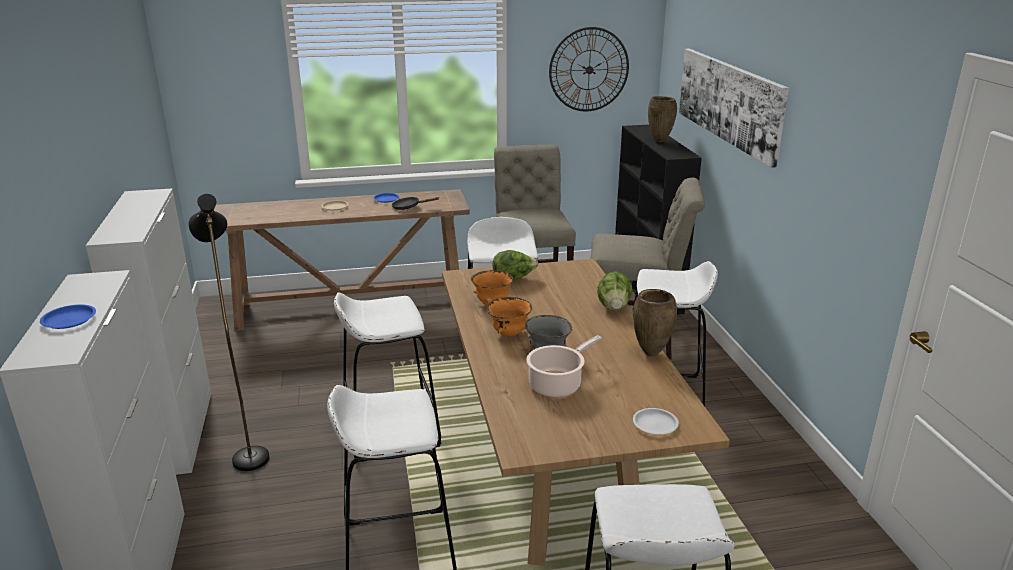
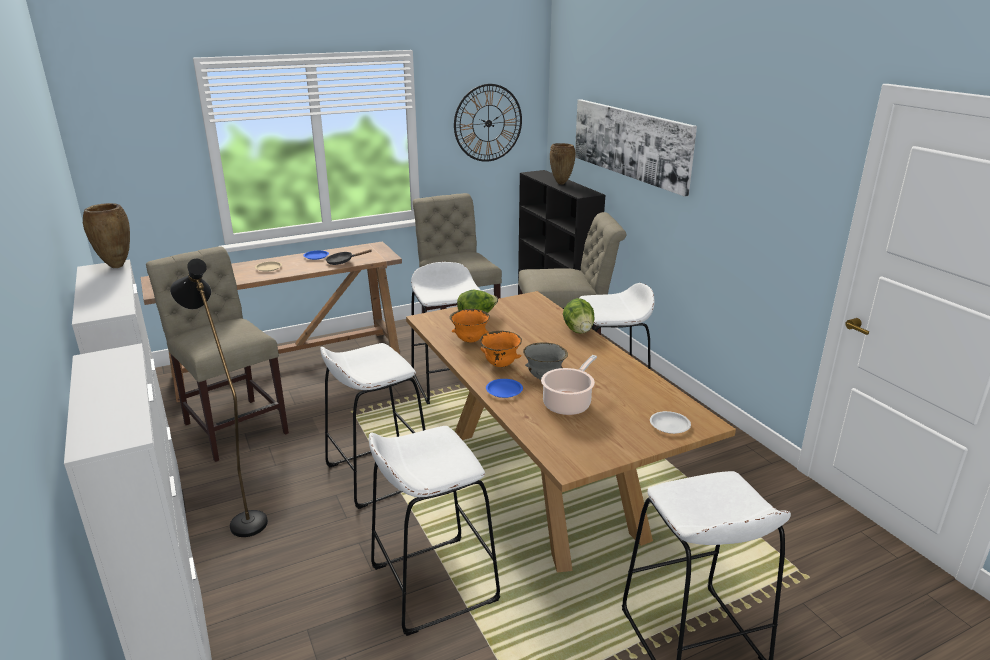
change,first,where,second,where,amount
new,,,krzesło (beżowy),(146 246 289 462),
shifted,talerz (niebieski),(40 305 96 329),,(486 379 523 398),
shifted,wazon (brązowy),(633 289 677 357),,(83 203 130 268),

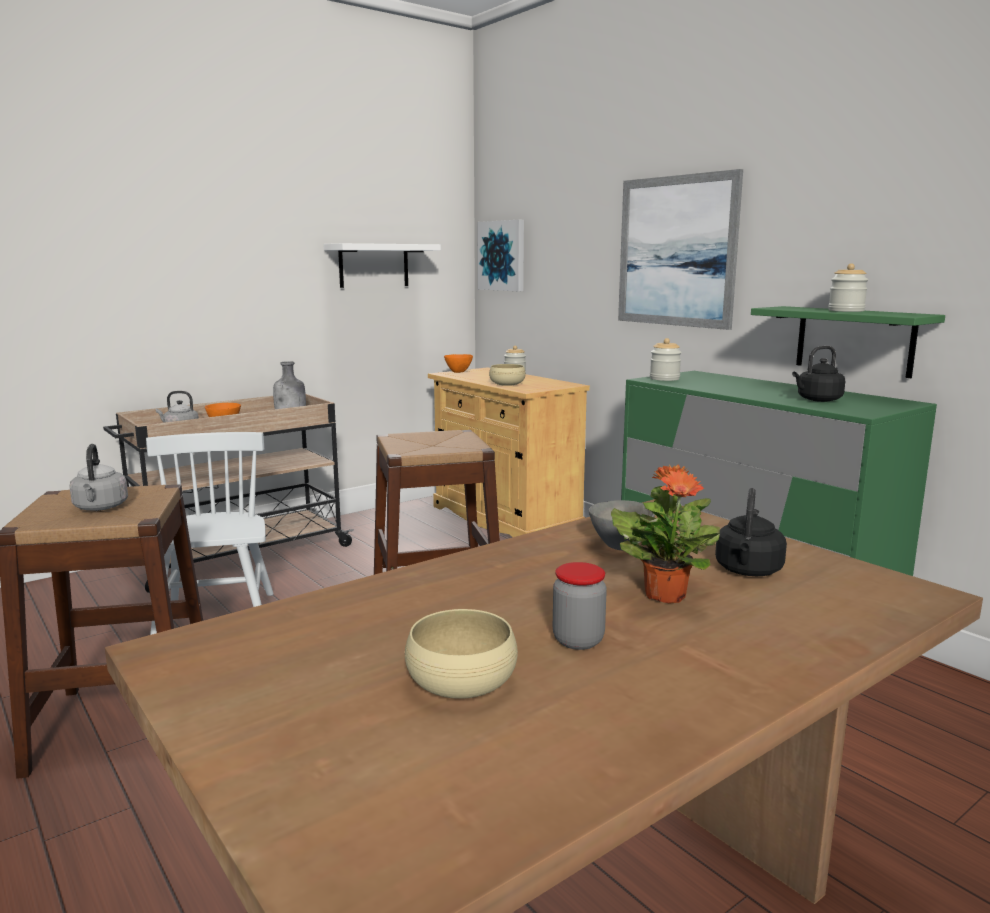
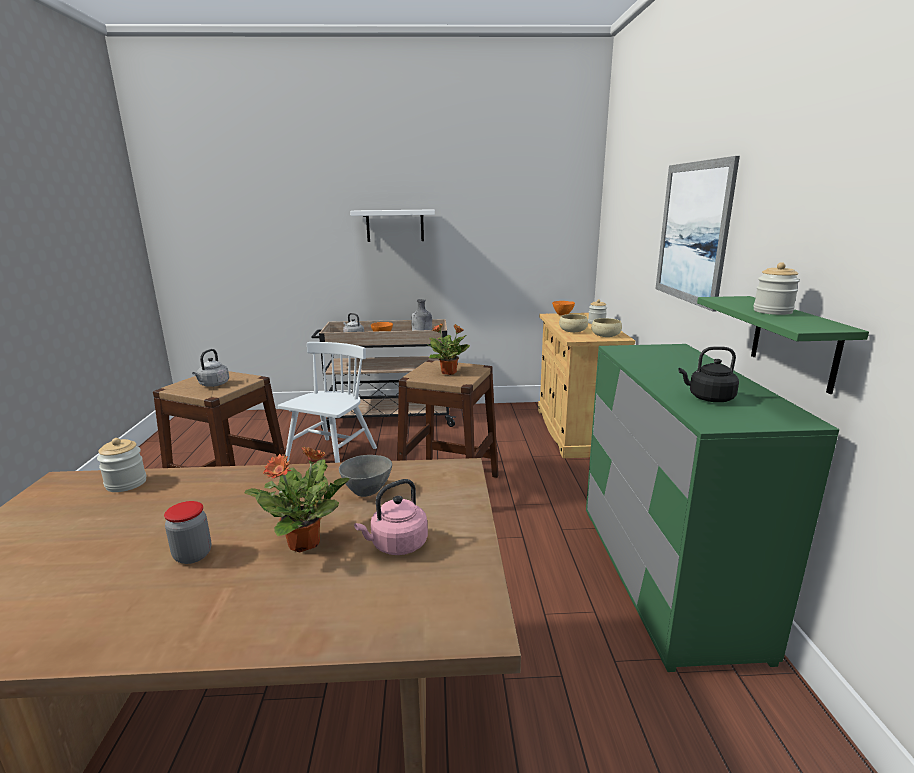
change,first,where,second,where,amount
gone,obraz,(477 220 524 291),,,
new,,,roślina doniczkowa,(427 323 470 375),
shifted,półka (biały),(323 243 441 288),,(350 209 435 242),
shifted,miska (beżowy),(405 609 518 699),,(591 318 622 337),
shifted,słoik,(650 338 682 381),,(97 438 146 492),
repainted,czajnik (czarny),(715 488 787 576),czajnik (różowy),(354 479 428 555),

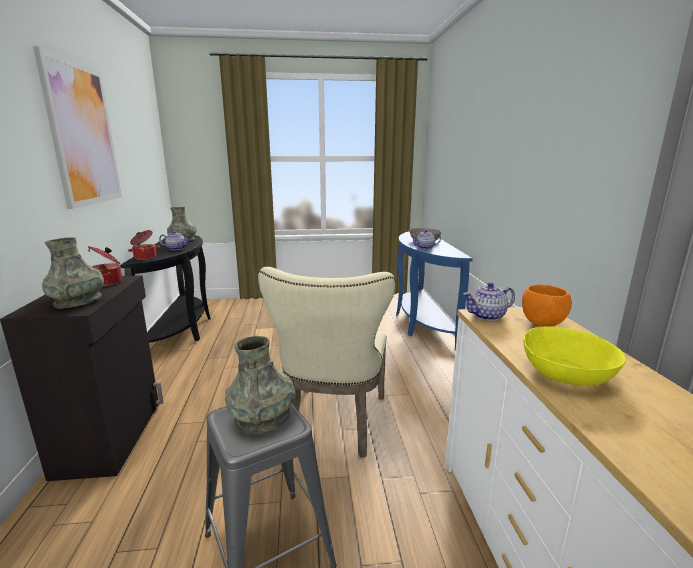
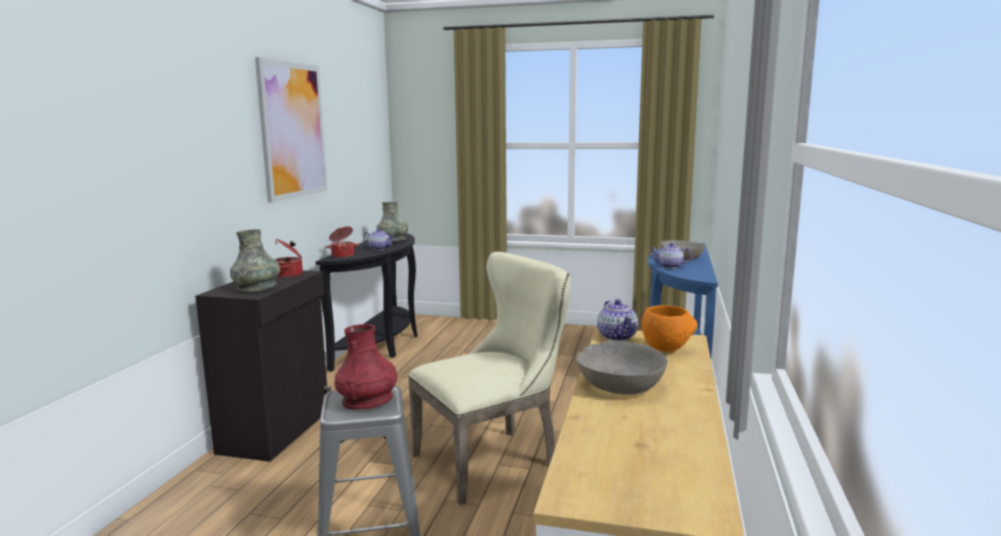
change,first,where,second,where,amount
repainted,wazon (szary),(225 336 296 434),wazon (czerwony),(334 324 397 409),
repainted,miska (żółty),(524 326 626 386),miska (szary),(577 341 668 395),
rotated,krzesło (beżowy),(258 267 395 458),,(408 252 571 505),150 degrees counterclockwise
rotated,imbryk,(463 282 515 321),,(597 299 638 341),105 degrees counterclockwise

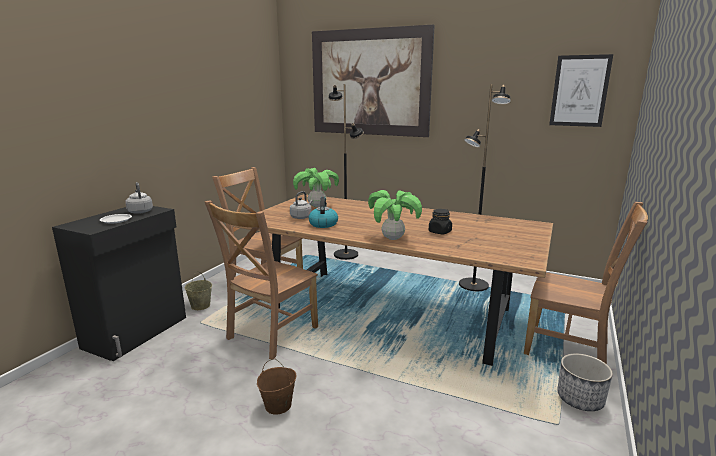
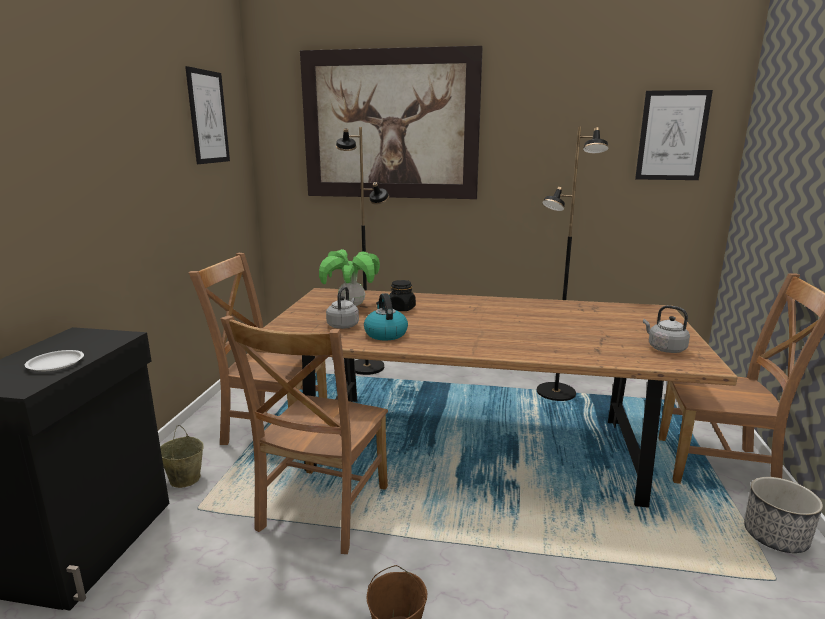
change,first,where,second,where,amount
gone,roślina doniczkowa,(368 190 422 240),,,
new,,,obraz,(185 66 230 164),
shifted,czajnik (szary),(125 182 153 214),,(643 305 690 353),
shifted,słoik (czarny),(429 209 452 234),,(389 280 416 311),

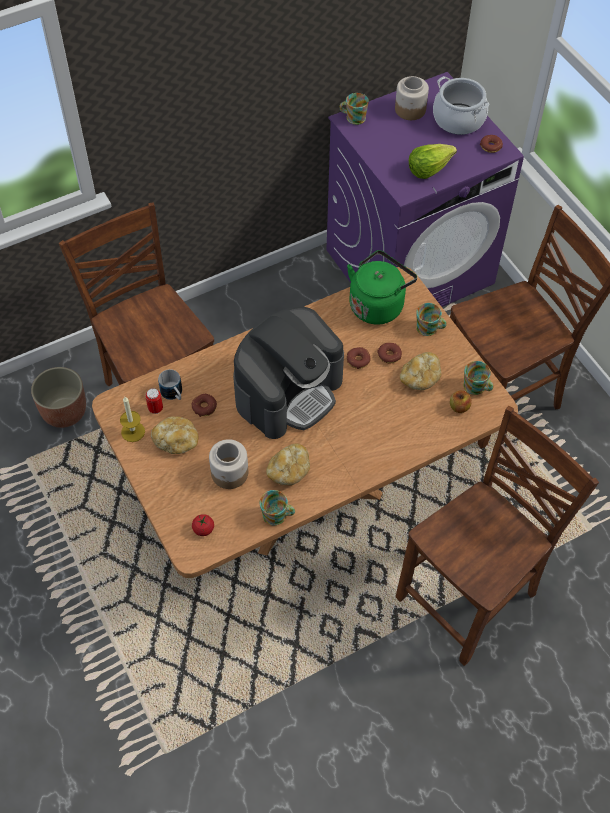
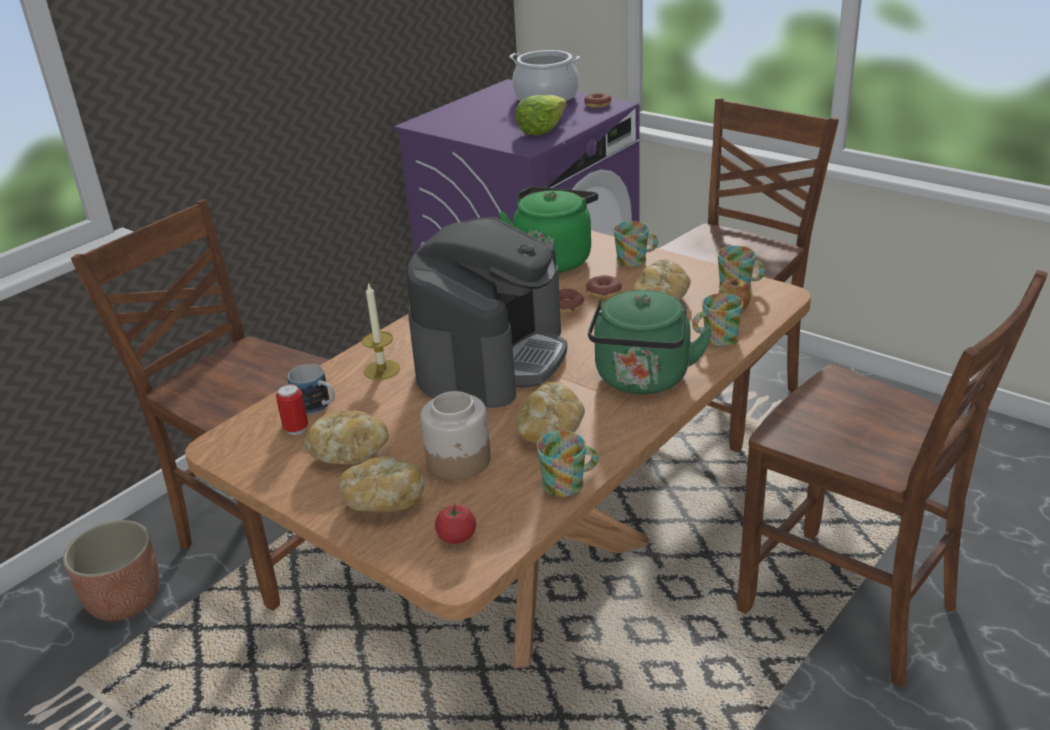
change,first,where,second,where,amount
gone,donut,(192 394 217 417),,,
gone,słoik,(395 76 429 120),,,
new,,,chleb,(339 456 424 513),
new,,,czajnik (zielony),(588 290 713 394),
shifted,świeca,(120 397 145 442),,(362 282 400 380),
shifted,kubek,(339 93 369 125),,(692 293 743 346),
rotated,krzesło (brązowy),(396 406 599 666),,(737 270 1048 688),105 degrees clockwise

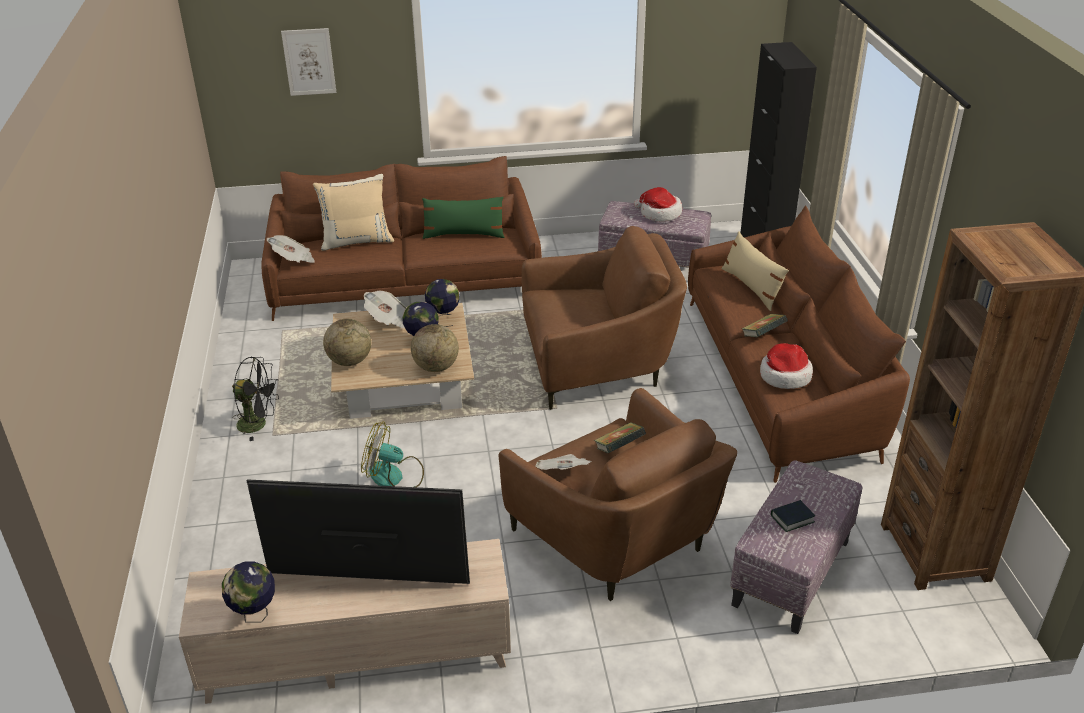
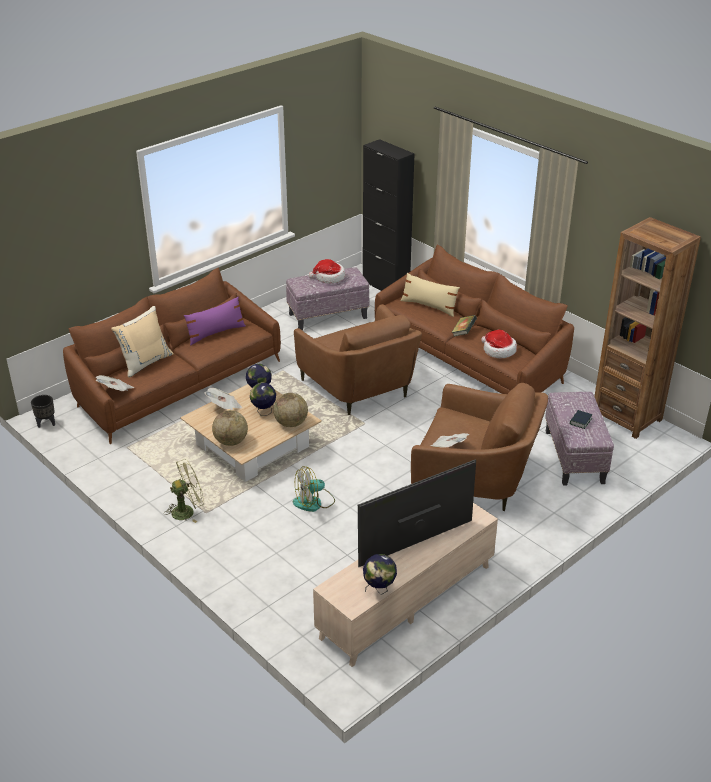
change,first,where,second,where,amount
gone,obraz,(281 28 336 96),,,
gone,książka,(594 422 646 454),,,
new,,,donica (czarny),(31 395 55 428),
repainted,wentylator (czarny),(232 357 279 441),wentylator (zielony),(164 459 204 523),
repainted,poduszka (zielony),(422 197 505 239),poduszka (fioletowy),(184 297 246 345),
rotated,fotel (brązowy),(522 226 687 410),,(294 304 422 415),105 degrees clockwise

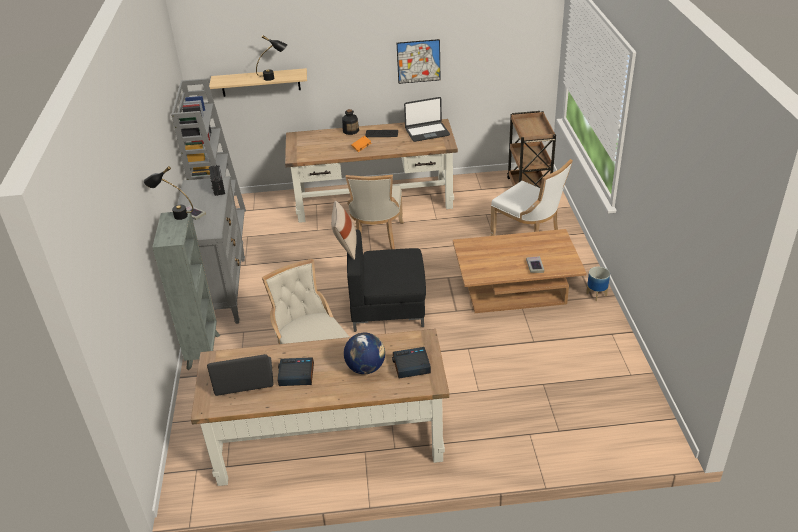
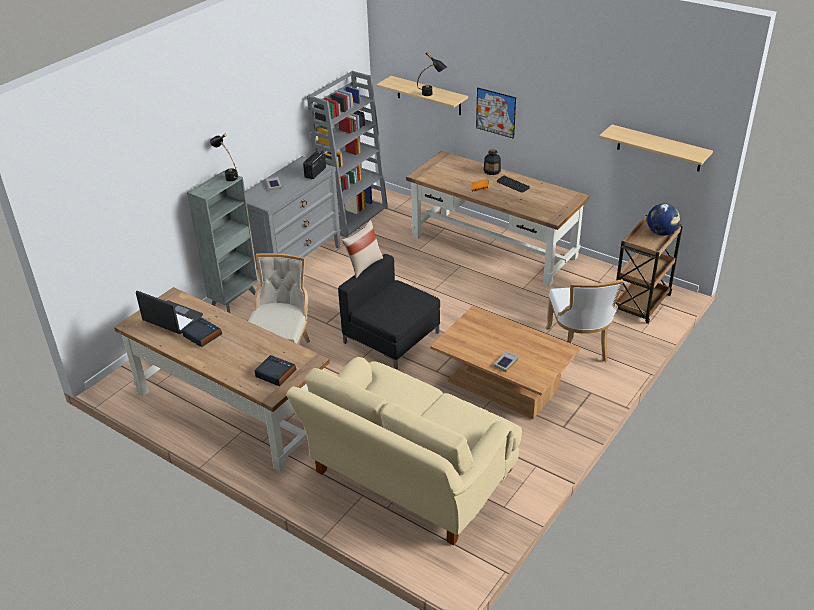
change,first,where,second,where,amount
gone,krzesło (beżowy),(346 175 404 249),,,
gone,laptop,(404 97 450 142),,,
gone,donica,(586 267 610 301),,,
new,,,kanapa (beżowy),(286 357 522 546),
new,,,półka,(599 125 713 171),
shifted,globus,(344 333 385 374),,(647 204 680 236),
shifted,obraz,(397 39 440 84),,(476 88 516 139),

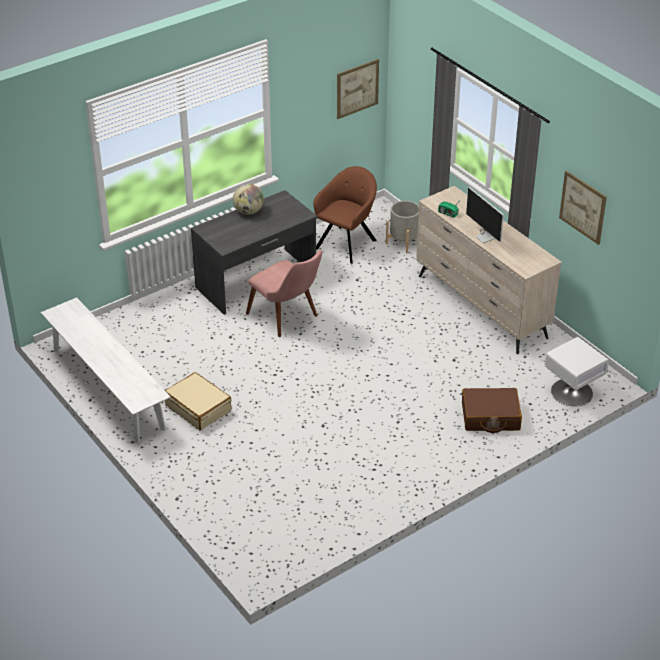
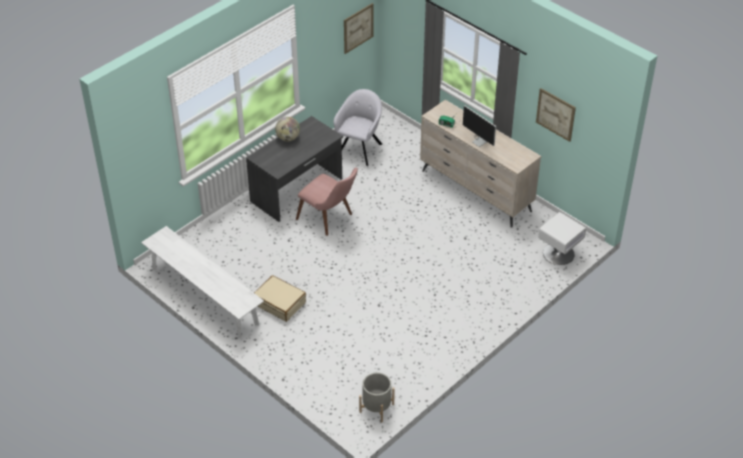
change,first,where,second,where,amount
gone,walizka (brązowy),(462 388 522 433),,,
shifted,donica (szary),(386 201 419 253),,(359 372 395 422),
repainted,fotel (brązowy),(313 166 377 264),fotel (szary),(334 89 382 166),

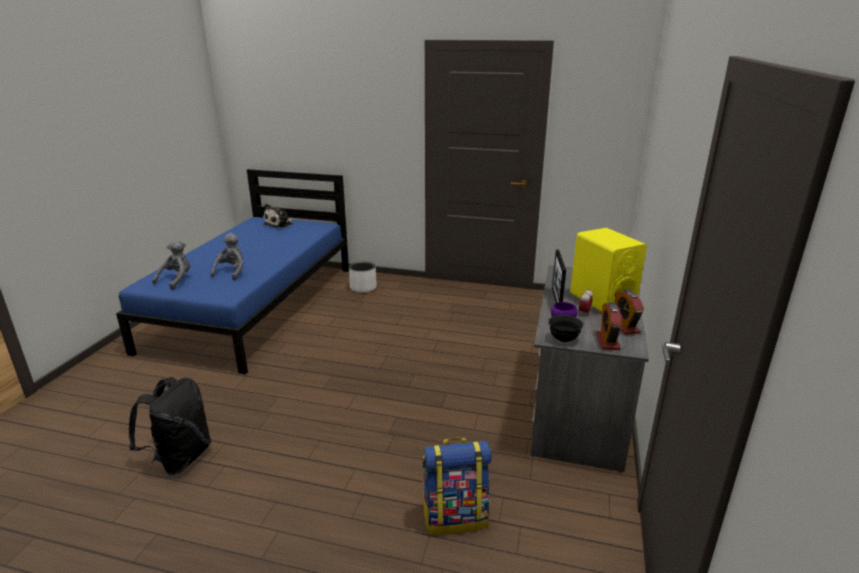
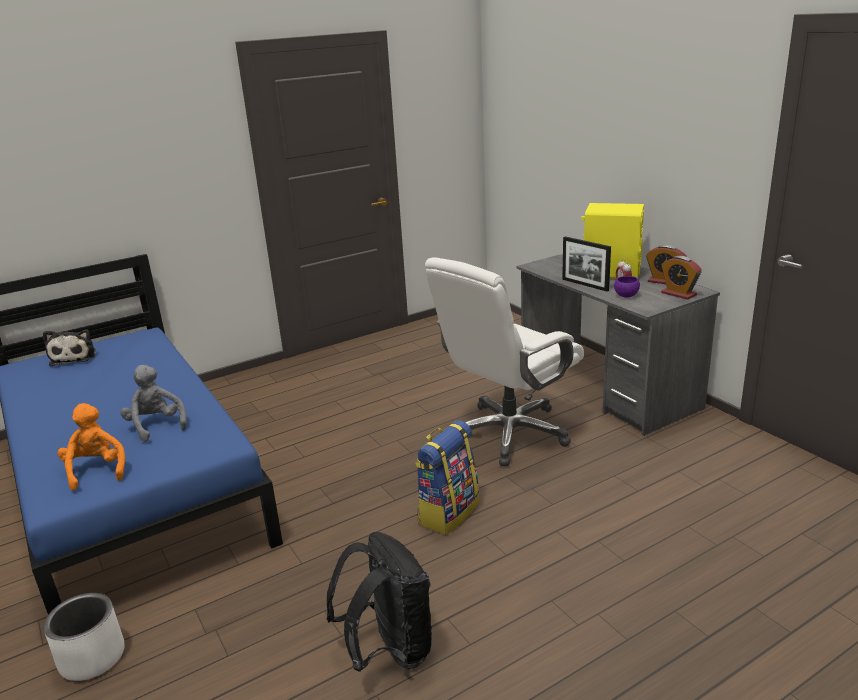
change,first,where,second,where,amount
gone,miska (czarny),(549 315 583 342),,,
new,,,krzesło biurowe (biały),(425 257 584 466),
shifted,donica (biały),(349 261 377 293),,(43 593 125 681),
shifted,plecak,(422 437 492 535),,(415 420 479 535),
repainted,pluszak (szary),(152 240 190 290),pluszak (pomarańczowy),(57 403 125 490),

